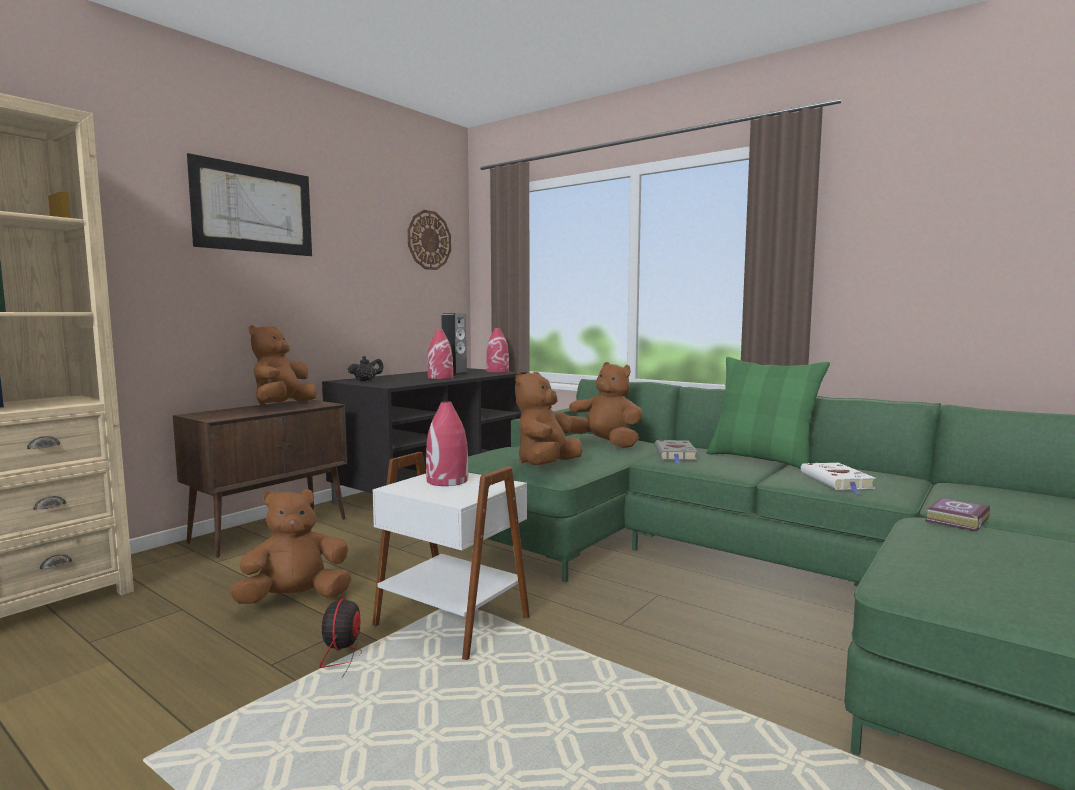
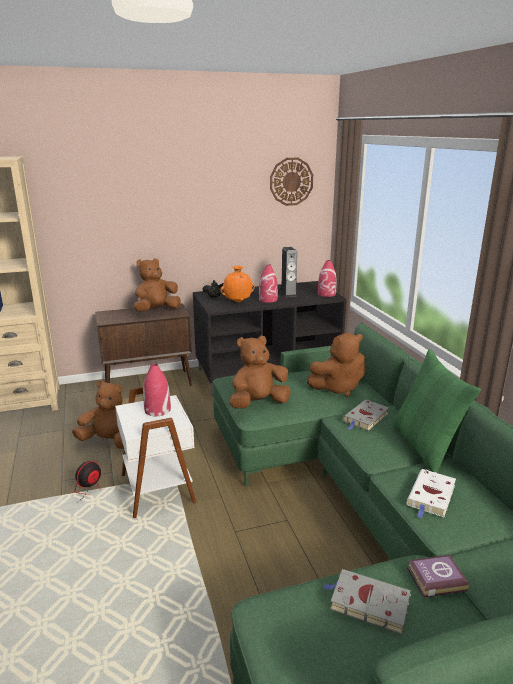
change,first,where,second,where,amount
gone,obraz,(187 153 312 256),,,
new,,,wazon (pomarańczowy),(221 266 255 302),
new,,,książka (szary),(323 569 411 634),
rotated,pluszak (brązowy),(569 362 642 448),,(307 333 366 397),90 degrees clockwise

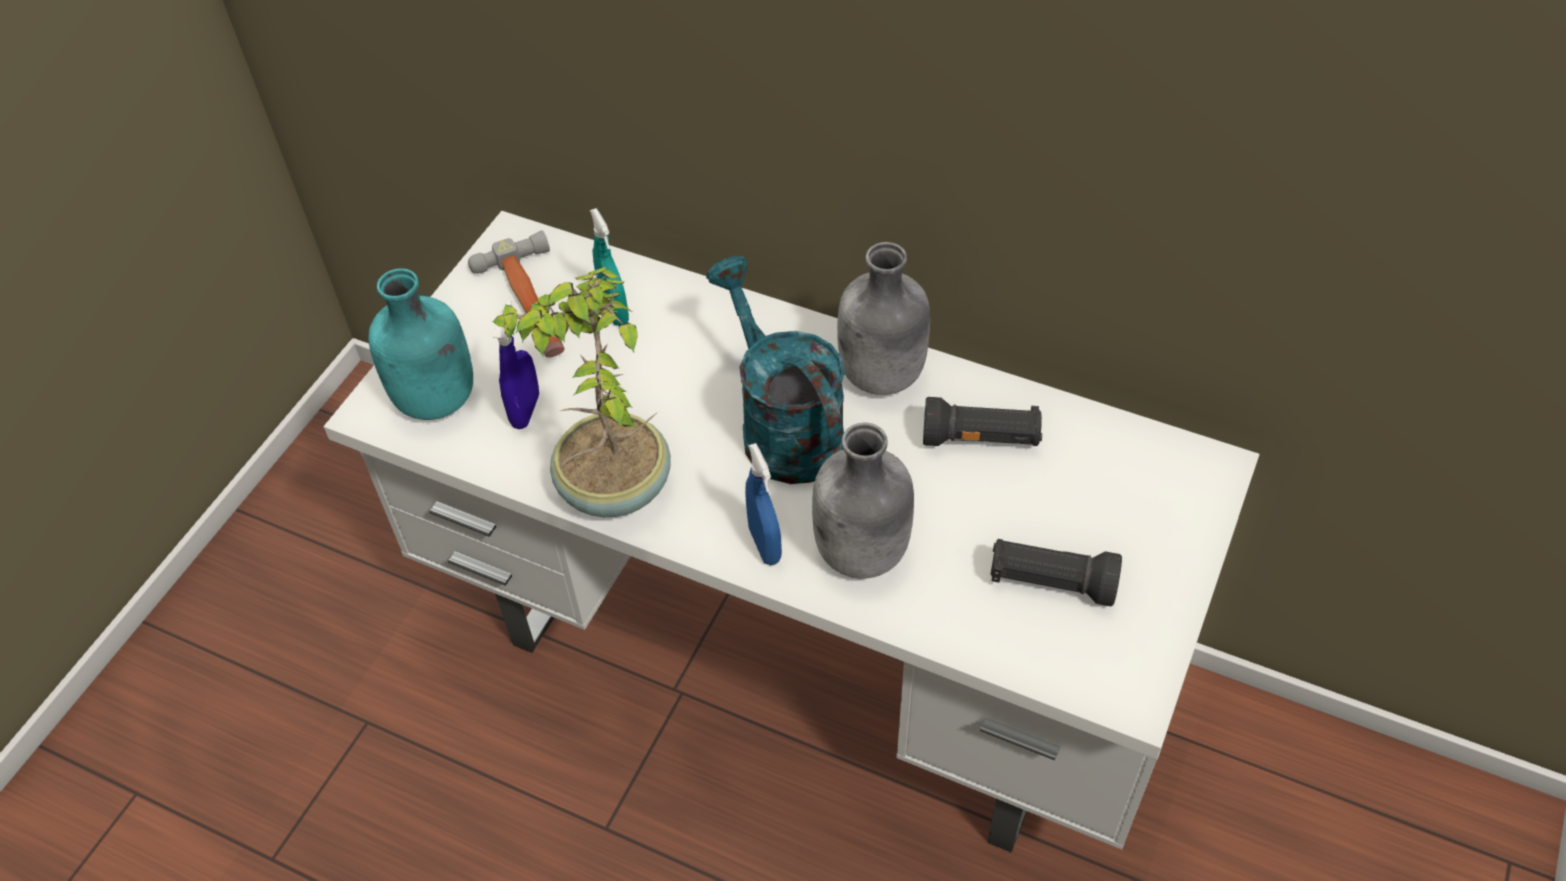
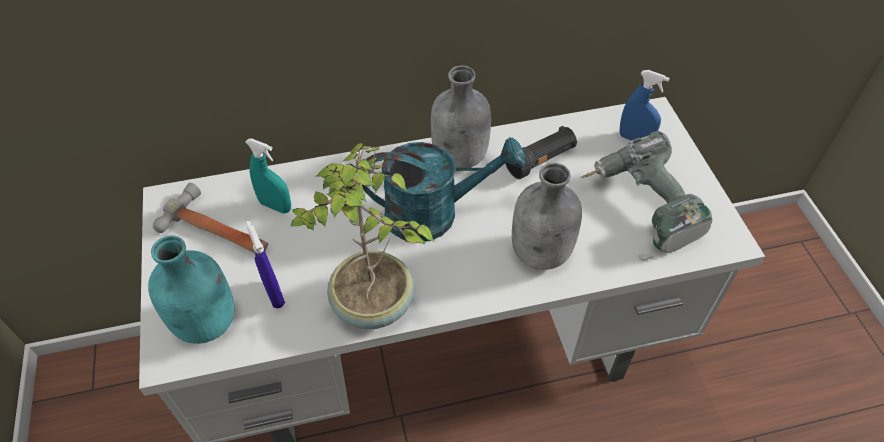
change,first,where,second,where,amount
shifted,spryskiwacz (niebieski),(745 443 782 565),,(619 70 670 140),
swapped,latarka (czarny),(991 539 1122 606),wiertarka,(581 131 712 261),
rotated,konewka (turkusowy),(706 256 845 484),,(362 137 525 242),150 degrees clockwise

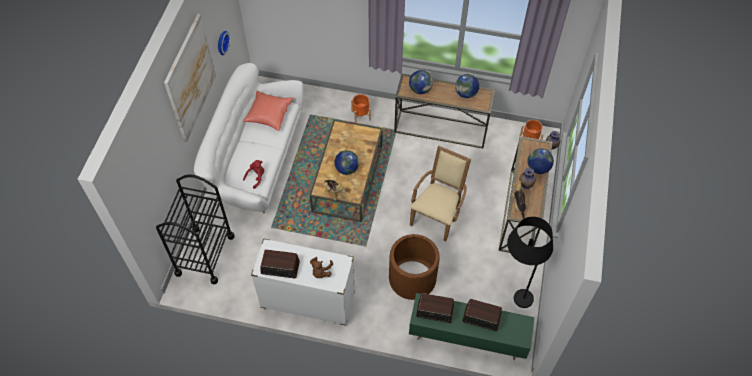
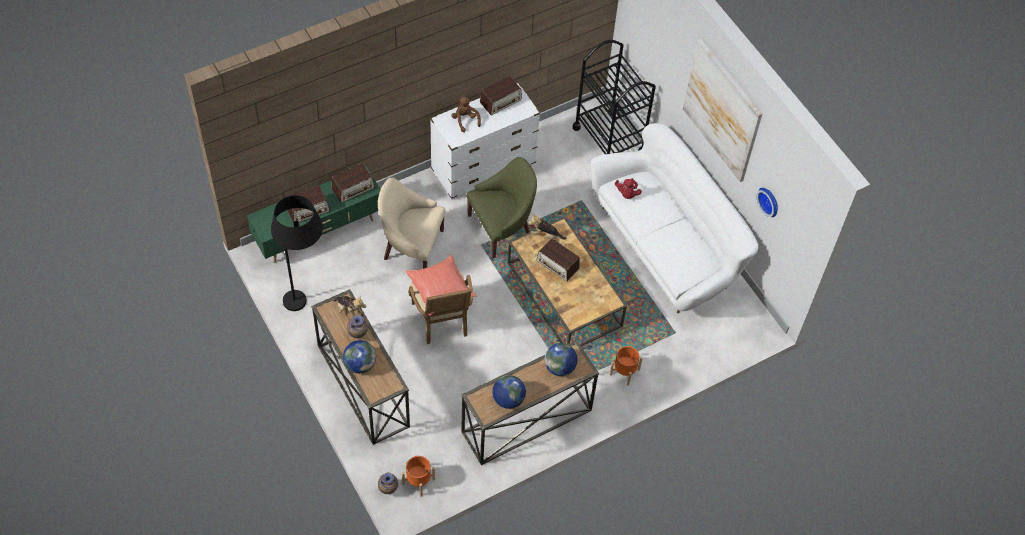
change,first,where,second,where,amount
new,,,fotel (zielony),(466 157 537 258),
shifted,poduszka (czerwony),(243 90 293 131),,(406 255 476 316),
swapped,globus,(335 150 359 175),radio,(536 238 580 282),
swapped,donica (brązowy),(389 234 440 300),fotel (beżowy),(378 178 446 269),

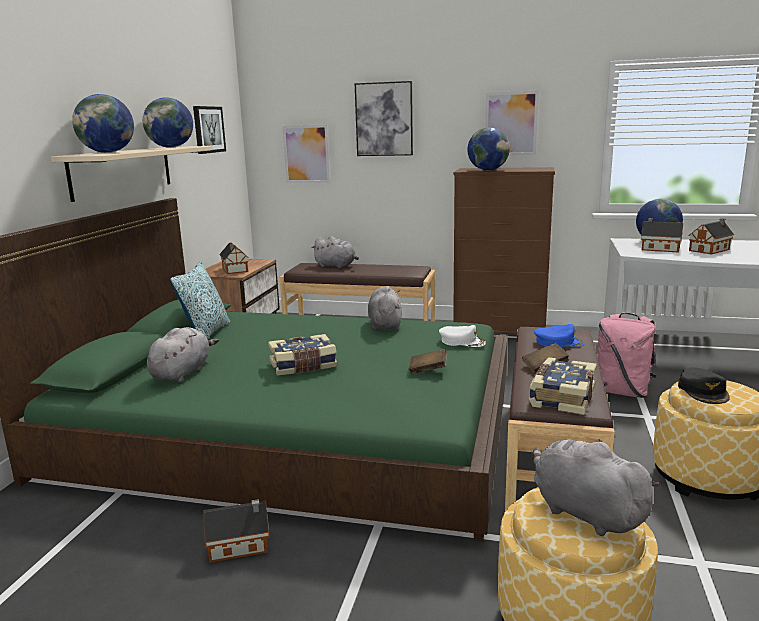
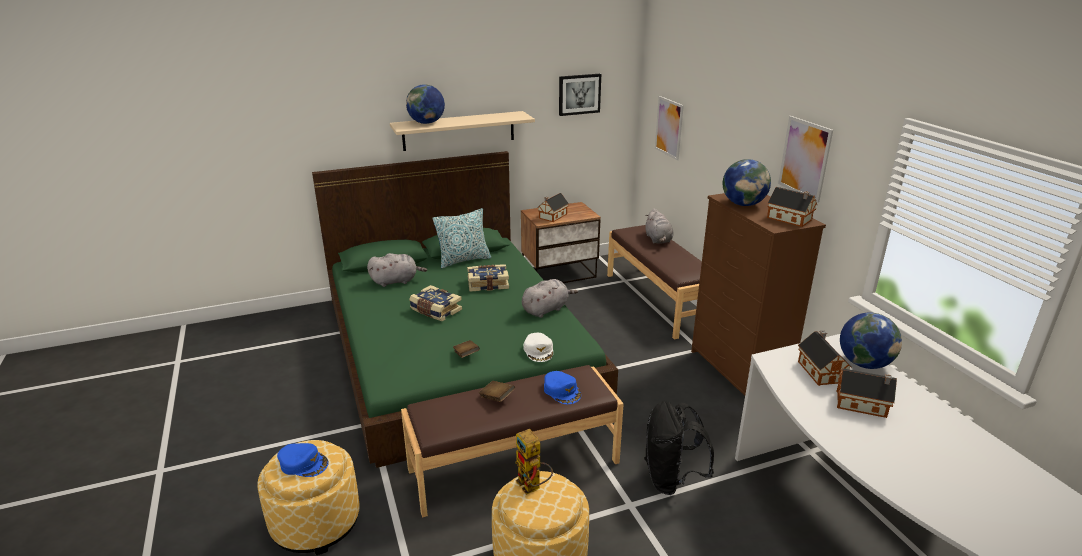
change,first,where,second,where,amount
gone,globus,(143 97 193 148),,,
gone,obraz,(355 81 413 156),,,
shifted,domek,(203 499 269 563),,(767 187 817 227),
shifted,książka,(529 357 597 415),,(467 264 509 292),
swapped,pluszak (szary),(532 439 661 536),czapka z daszkiem (niebieski),(277 443 329 477),
swapped,czapka z daszkiem (czarny),(678 368 730 404),robot zabawkowy,(515 429 553 495),
repainted,plecak (różowy),(598 313 657 398),plecak (czarny),(644 401 714 495),

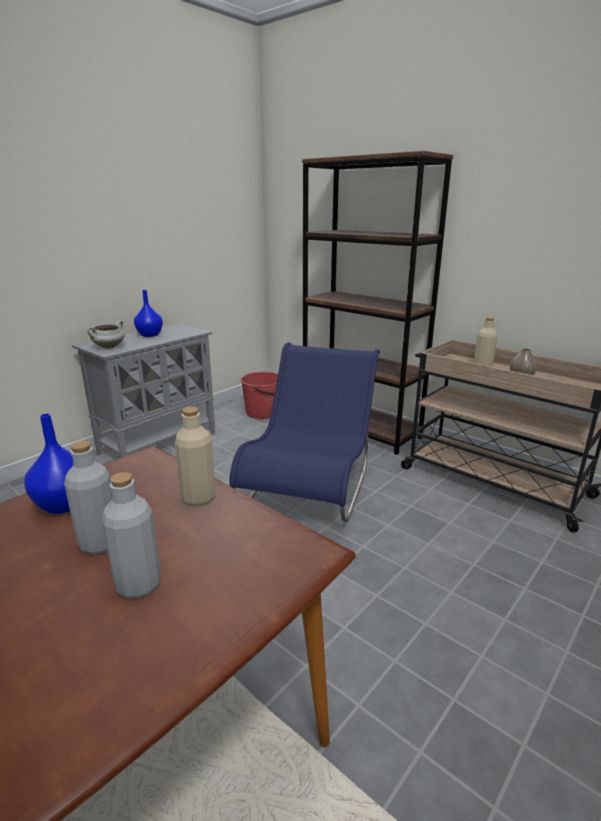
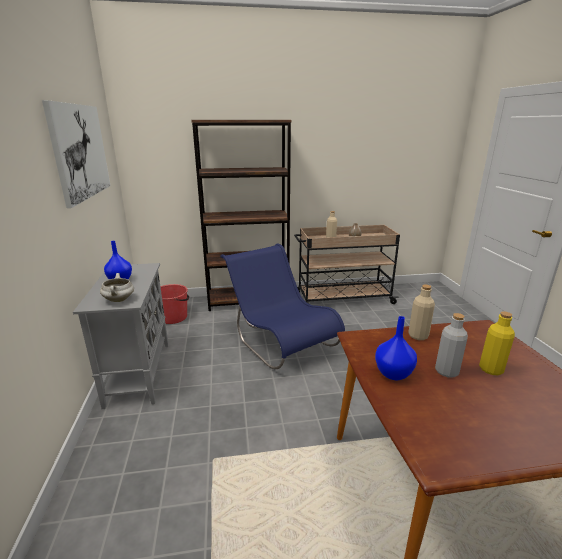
change,first,where,second,where,amount
new,,,obraz,(42 100 111 208),
repainted,butelka (szary),(102 472 161 598),butelka (żółty),(479 311 515 375),

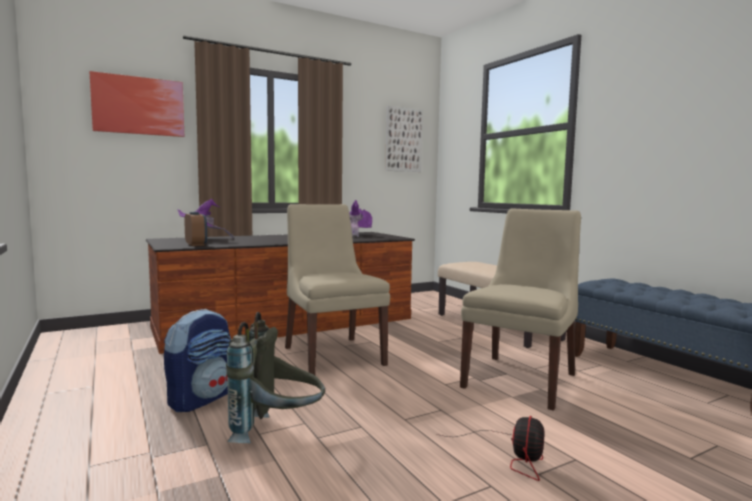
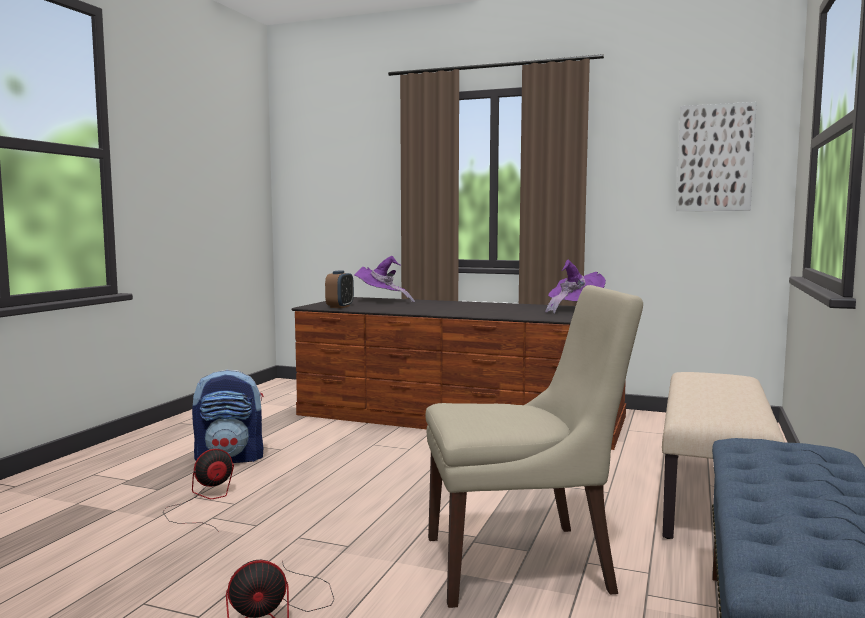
change,first,where,second,where,amount
gone,obraz,(89 71 184 137),,,
gone,krzesło (beżowy),(285 204 390 375),,,
swapped,plecak (szary),(226 312 325 443),wentylator,(163 449 234 532),

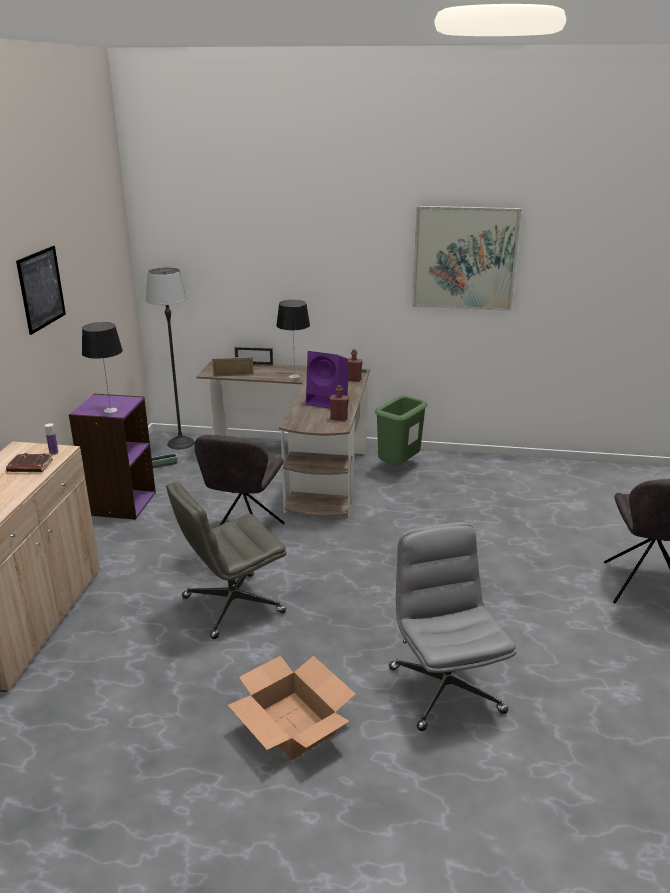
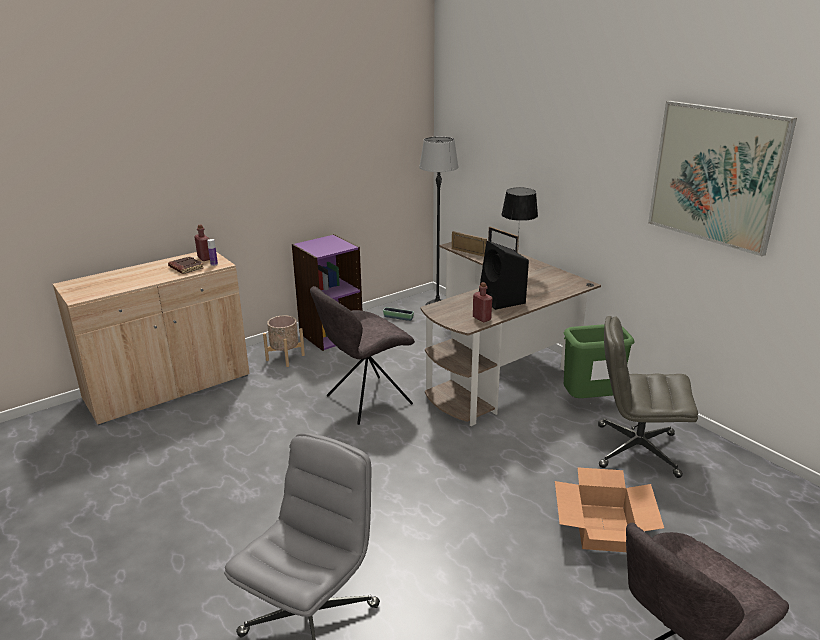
change,first,where,second,where,amount
gone,obraz,(16 246 66 335),,,
gone,lampa stołowa,(82 322 123 413),,,
new,,,donica (beżowy),(263 315 305 367),
shifted,krzesło biurowe (szary),(166 482 286 639),,(598 316 698 478),
shifted,karton,(228 656 356 760),,(555 467 664 552),
shifted,butelka (czerwony),(348 349 362 381),,(194 224 210 261),
repainted,głośnik (fioletowy),(306 351 348 408),głośnik (czarny),(479 241 529 310),

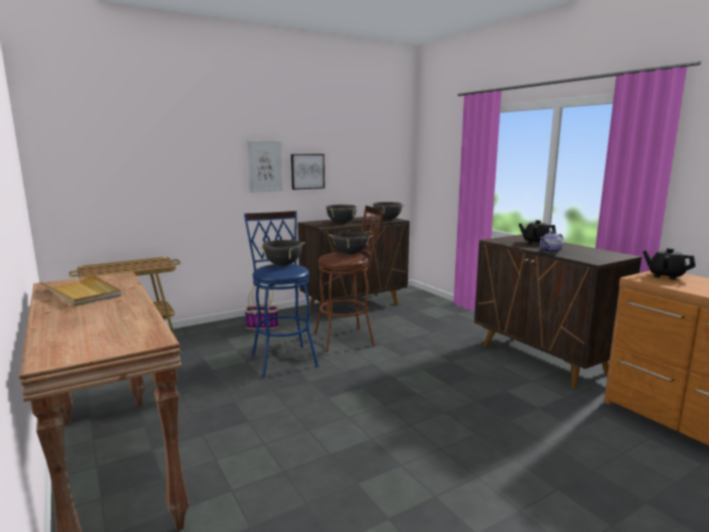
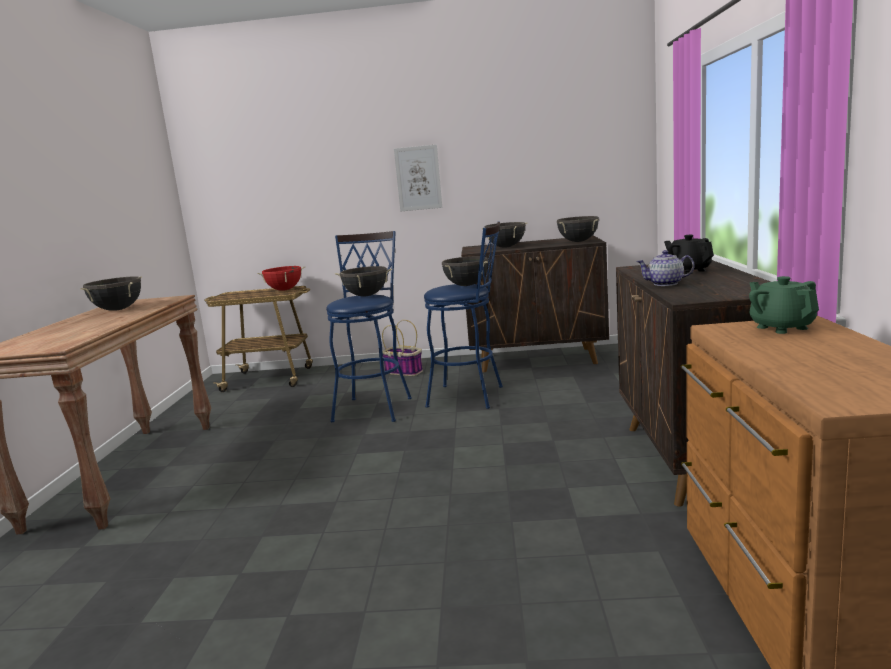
change,first,where,second,where,amount
gone,obraz,(291 154 325 190),,,
new,,,garnek (czerwony),(257 266 305 291),
swapped,taca (beżowy),(40 273 121 306),garnek (czarny),(81 276 142 311),
repainted,stołek (brązowy),(314 205 384 352),stołek (niebieski),(424 222 503 409),
repainted,imbryk (czarny),(643 248 695 280),imbryk (zielony),(749 276 819 334),

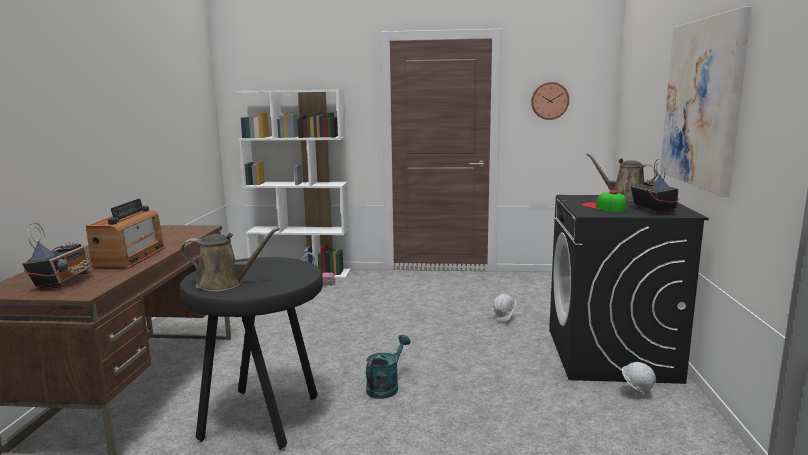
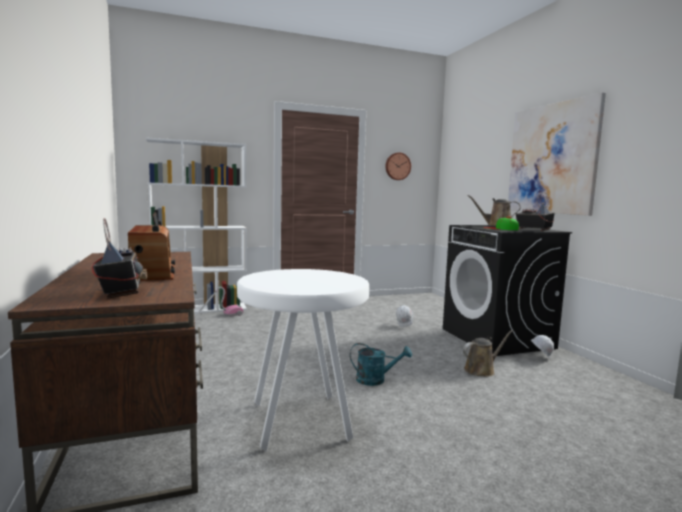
change,first,where,second,where,amount
shifted,konewka (brązowy),(180 227 280 292),,(463 330 513 377),
repainted,stołek (czarny),(179 257 323 450),stołek (biały),(237 269 369 451),
rotated,konewka (turkusowy),(366 335 411 399),,(350 343 412 386),90 degrees clockwise

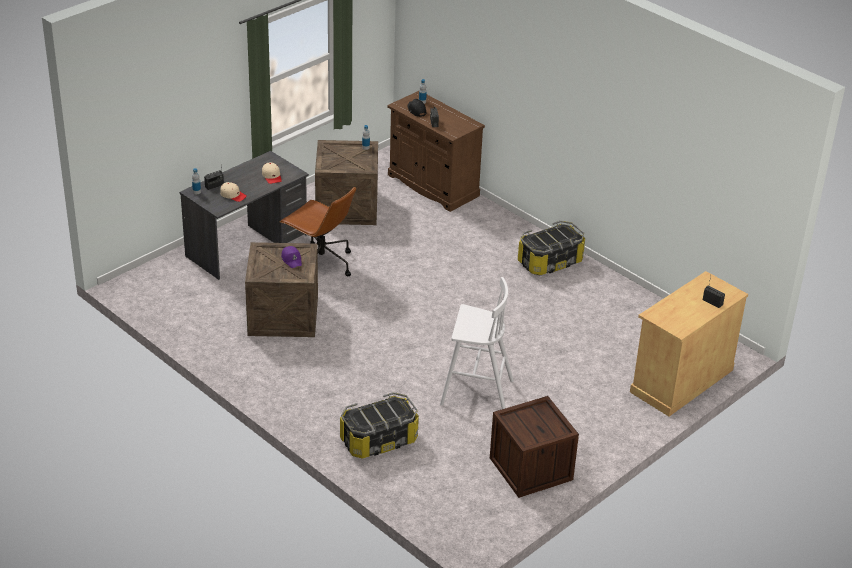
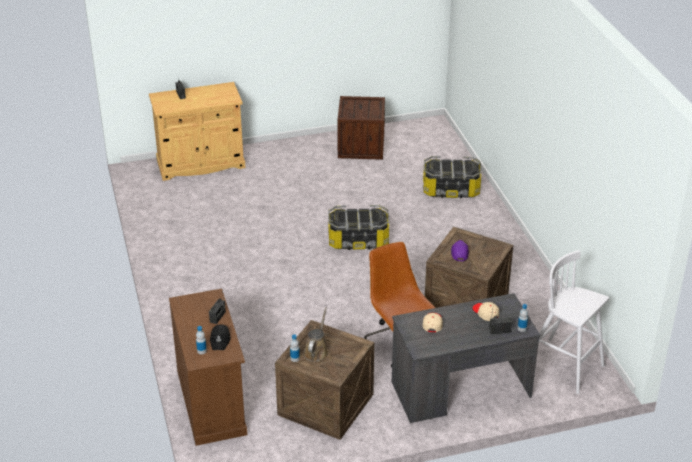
change,first,where,second,where,amount
new,,,konewka (brązowy),(303 307 329 362),
shifted,stołek (biały),(440 277 514 409),,(539 250 609 394),
shifted,pojemnik do przechowywania,(518 221 585 275),,(328 205 389 250),

